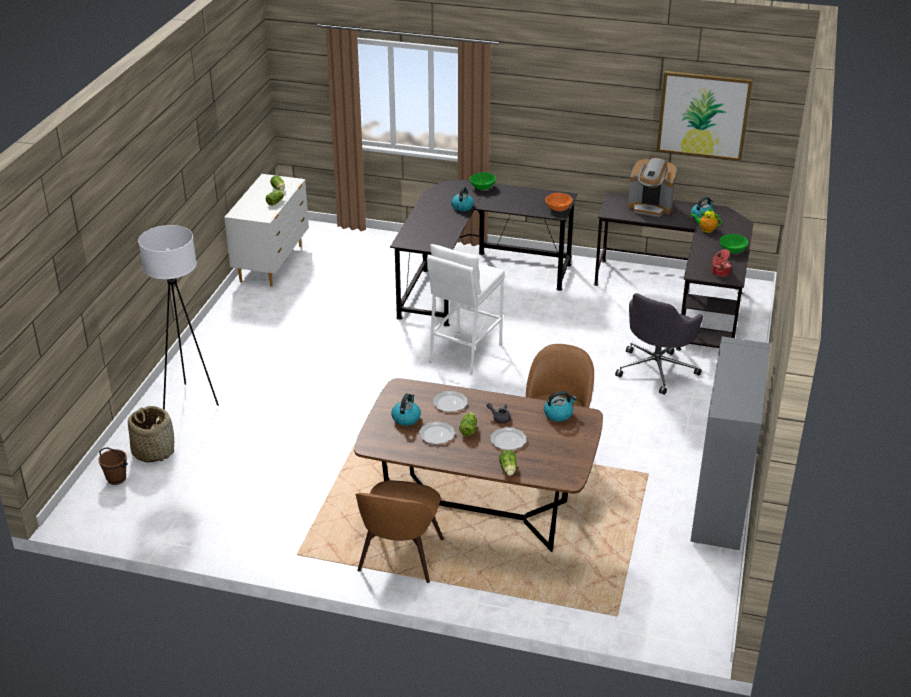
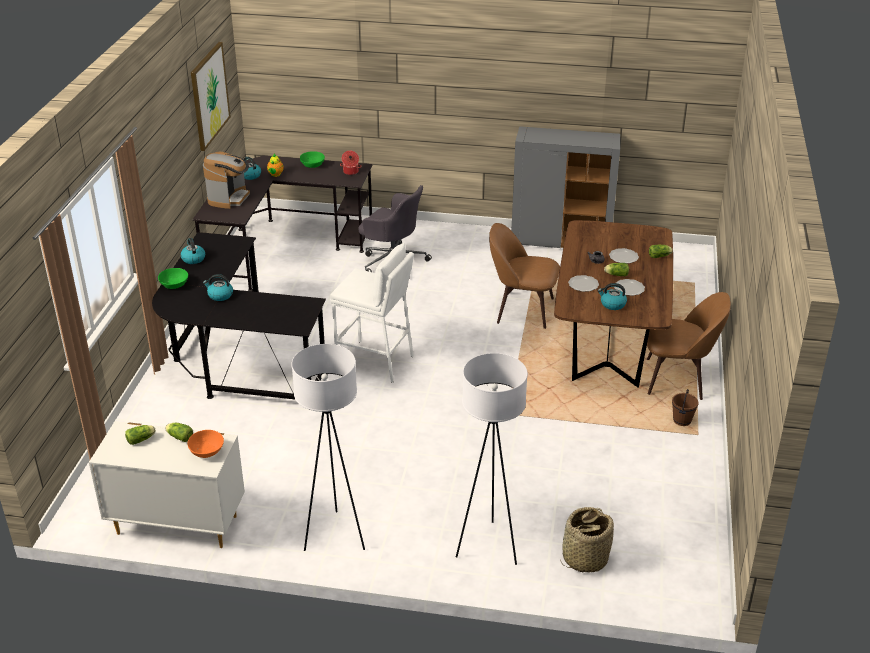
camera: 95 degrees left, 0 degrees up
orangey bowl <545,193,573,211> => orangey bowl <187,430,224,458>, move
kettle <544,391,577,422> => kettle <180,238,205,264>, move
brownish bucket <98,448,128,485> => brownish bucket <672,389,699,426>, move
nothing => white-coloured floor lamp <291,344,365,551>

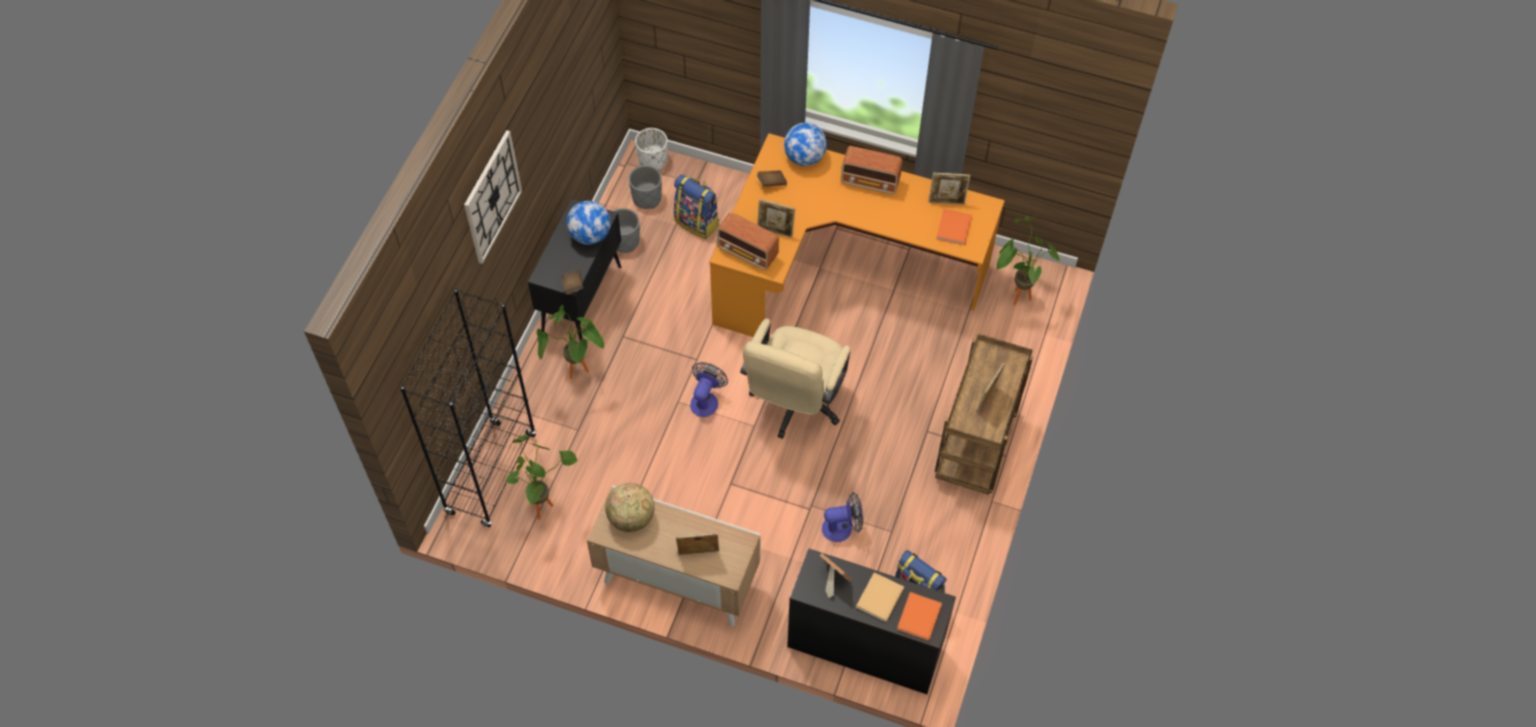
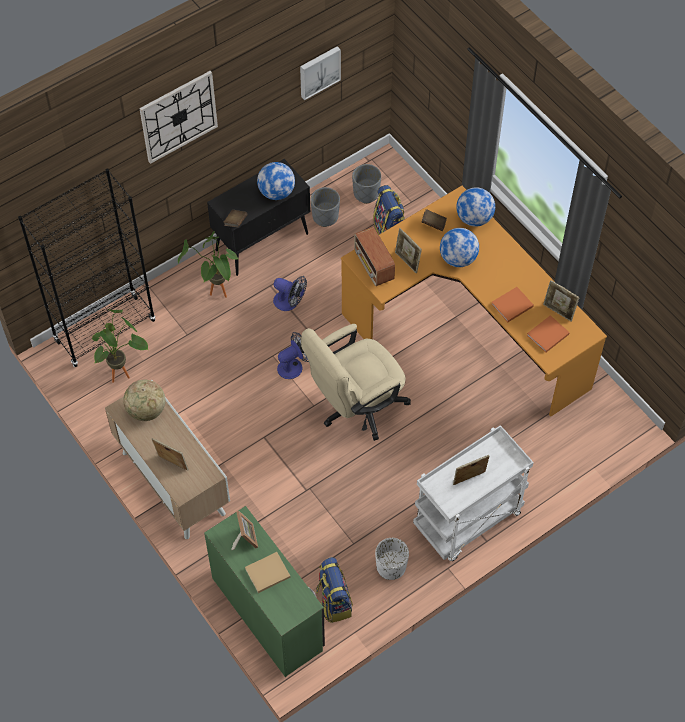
camera: 35 degrees right, 0 degrees up
white-coloured planter <635,128,668,170> => white-coloured planter <375,538,409,580>, move
radio <841,146,903,194> => nothing
potted plant <997,216,1060,305> => nothing
brownish wheeled cart <935,334,1033,495> => white-coloured wheeled cart <413,425,534,561>
cooling fan <822,492,863,542> => cooling fan <273,276,307,311>, move
blackish desk <787,548,956,694> => greenish desk <204,506,325,677>
orangey volume <897,592,942,641> => orangey volume <491,287,534,322>, move
nothing => wall picture <300,46,341,100>
nothing => desk globe <440,228,479,267>

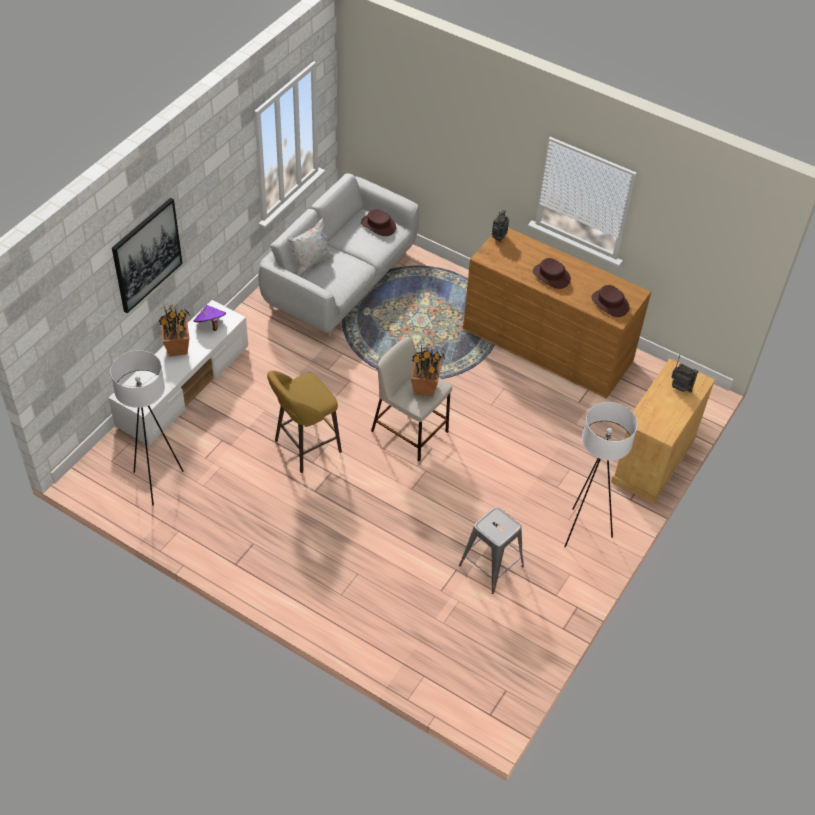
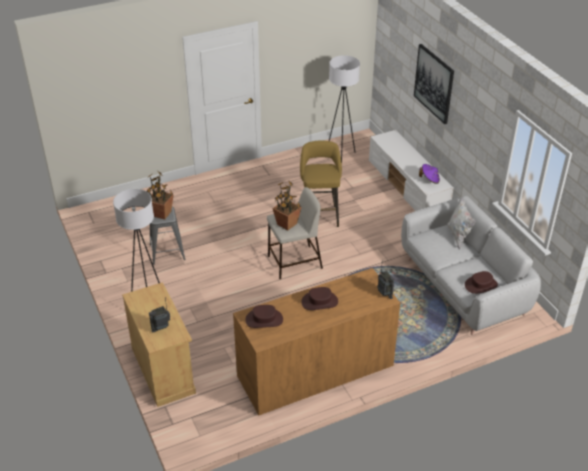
camera: 125 degrees right, 10 degrees down
potted plant <158,304,189,357> => potted plant <147,172,174,220>, move

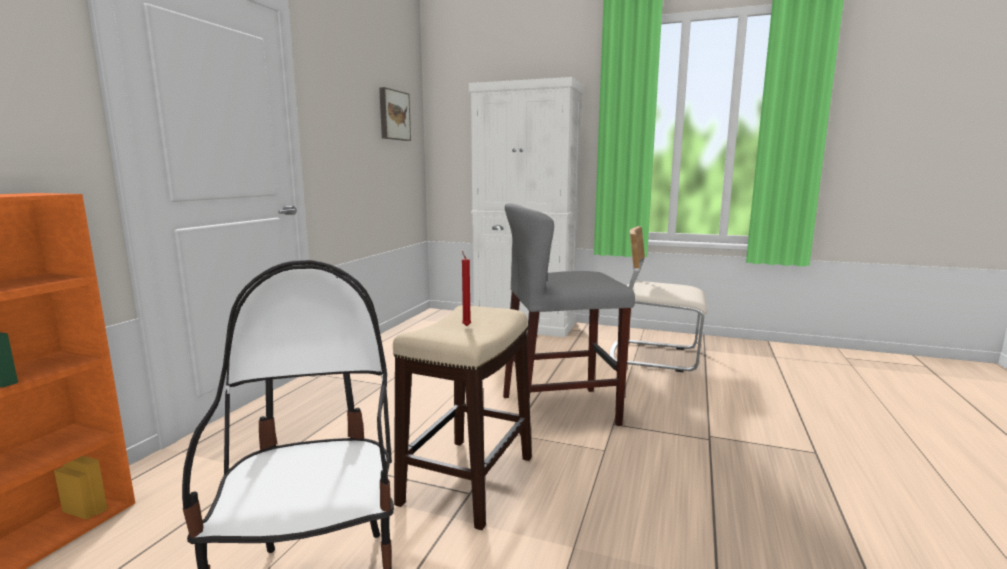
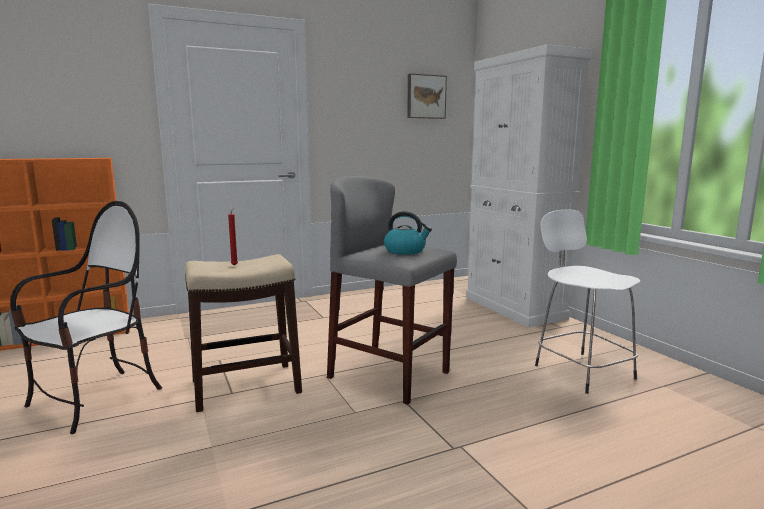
camera: 45 degrees right, 0 degrees up
sand-coloured plain chair <610,226,708,372> => white-coloured stool seat <535,210,640,394>
nothing => kettle <384,211,432,255>

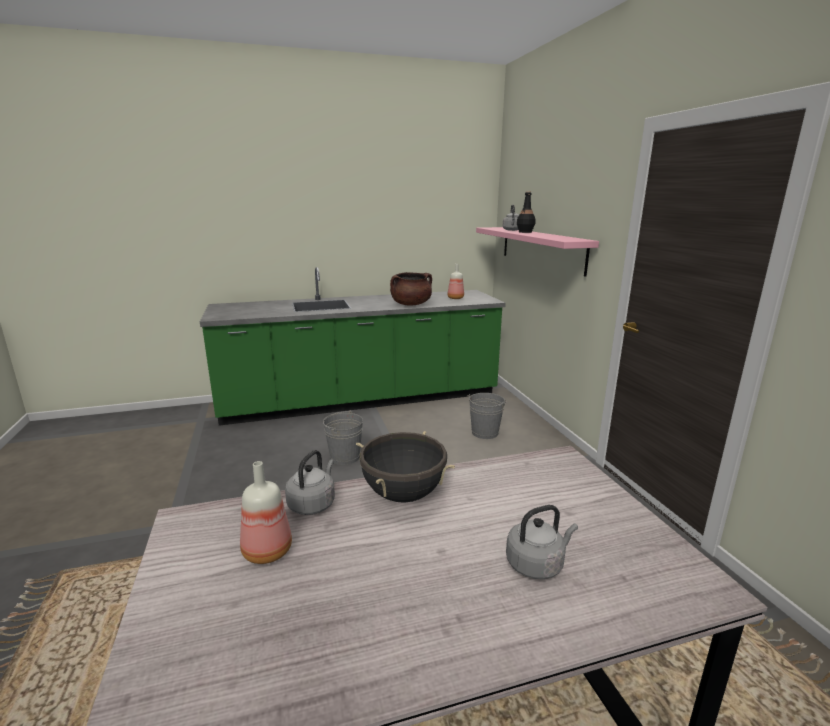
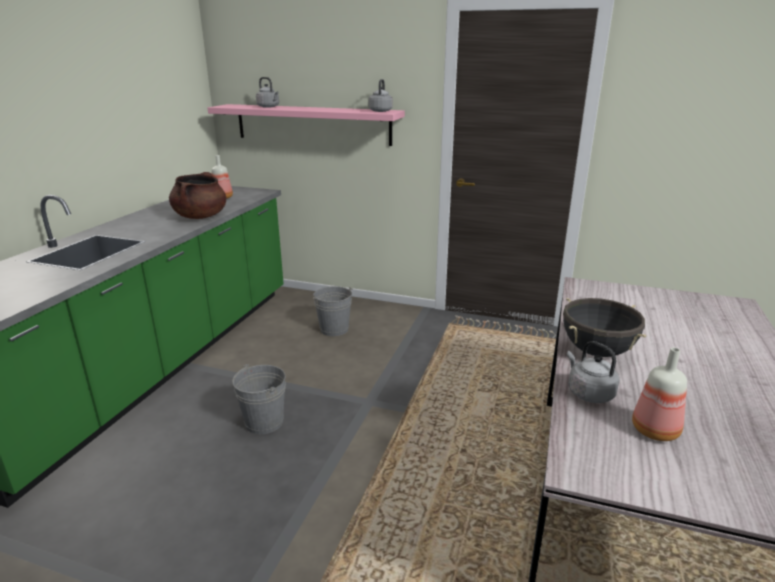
camera: 55 degrees left, 5 degrees up
blackish drink bottle <517,191,536,233> => nothing
grey kettle <506,505,578,579> => grey kettle <368,79,393,112>, move

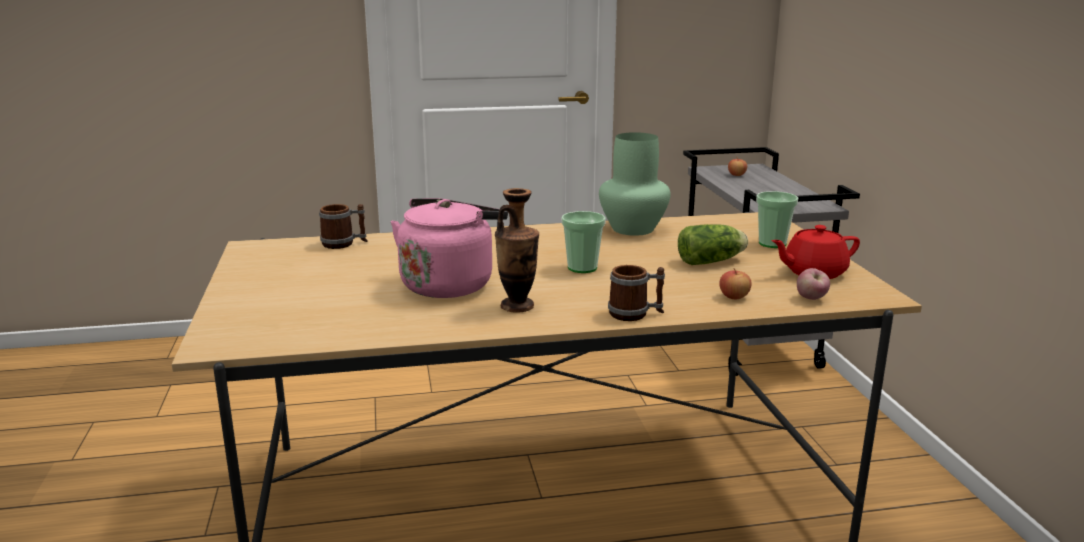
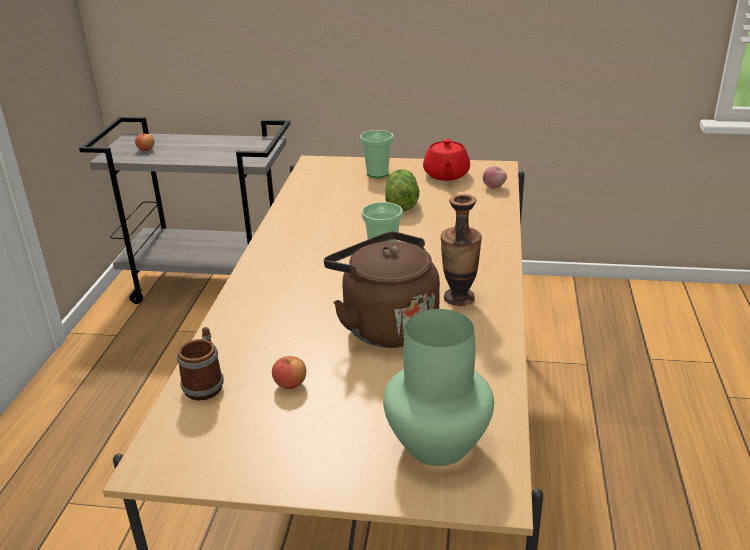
camera: 70 degrees left, 10 degrees up
greenish flower vase <599,132,671,236> => greenish flower vase <383,309,494,466>, move
pink-coloured kettle <391,198,508,298> => brownish kettle <324,232,440,348>
mug <608,265,665,321> => nothing
apple fruit <719,268,752,299> => apple fruit <272,356,306,389>, move

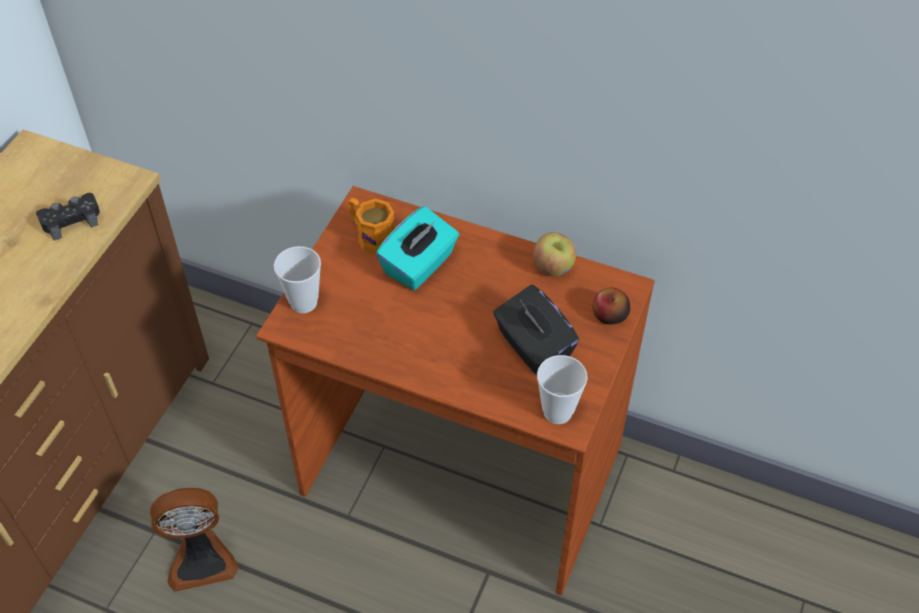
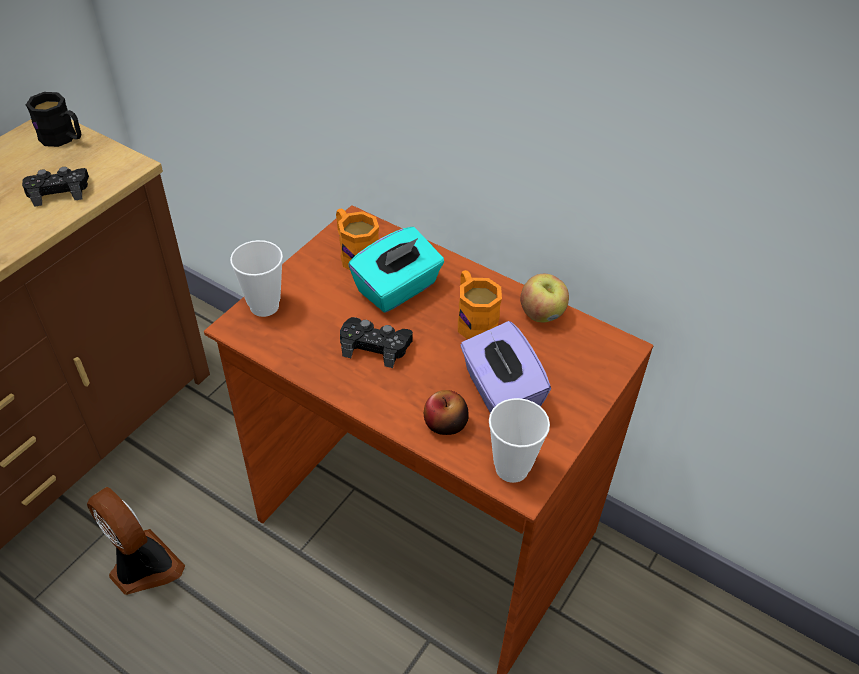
camera: 10 degrees right, 5 degrees down
blackish tissue holder <493,285,579,375> => purplish tissue holder <460,321,551,413>
apple fruit <593,288,630,325> => apple fruit <424,390,469,435>, move
cooling fan <150,488,238,592> => cooling fan <87,487,185,595>, 135 degrees counterclockwise
nothing => blackish mug <26,92,81,147>
nothing => orangey mug <458,270,502,339>
nothing => blackish gamepad <340,317,413,368>

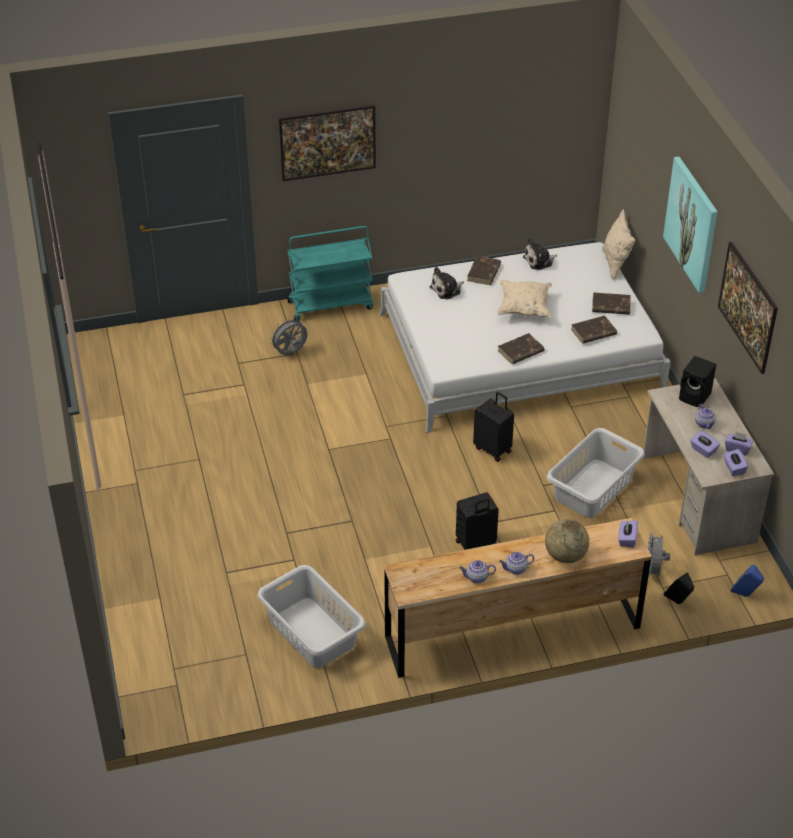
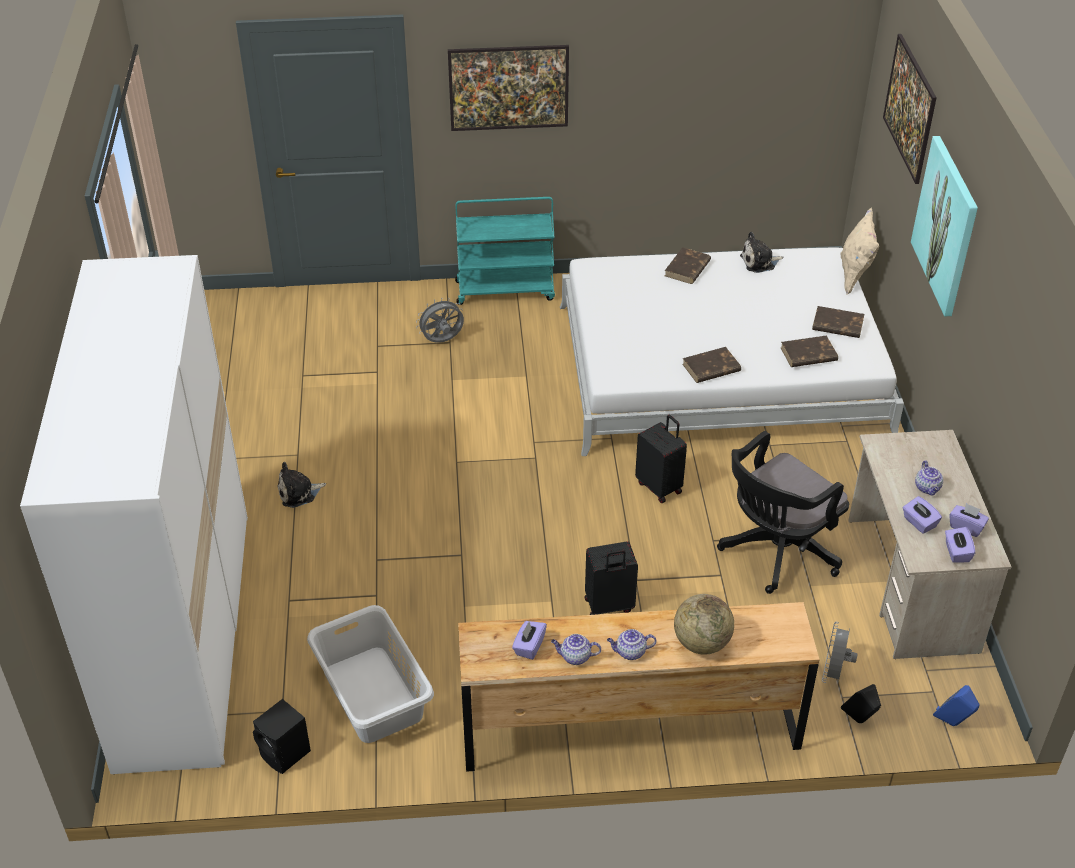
camera: 10 degrees right, 0 degrees up
wall picture <718,242,778,374> => wall picture <883,34,937,184>, move
cuddly toy <430,267,464,300> => cuddly toy <277,462,326,508>, move
sand-coloured throw pillow <497,280,552,317> => nothing
blackish loudspeaker <679,356,716,408> => blackish loudspeaker <253,699,311,774>, move
grey laundry basket <547,428,645,518> => blackish office chair <717,431,849,594>
purplish tissue holder <618,521,638,548> => purplish tissue holder <512,621,547,660>, move
nothing => white-coloured wardrobe <20,255,248,774>

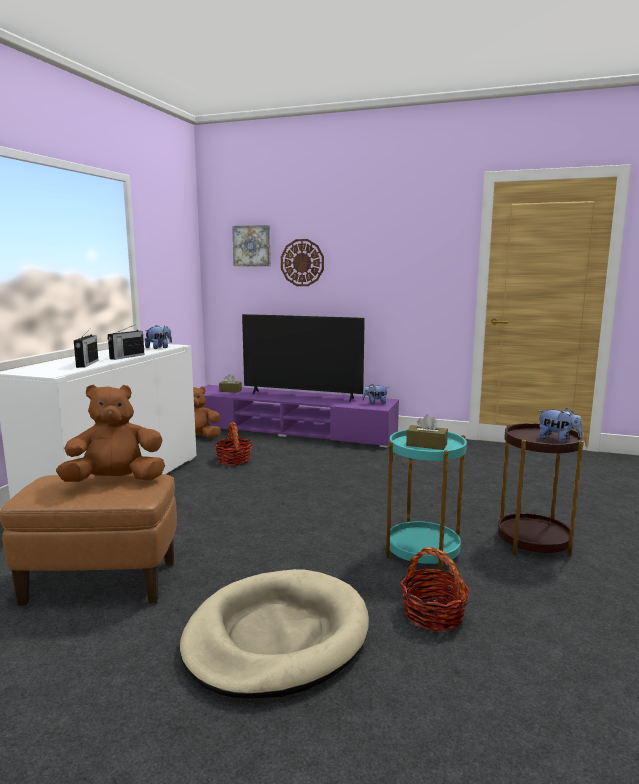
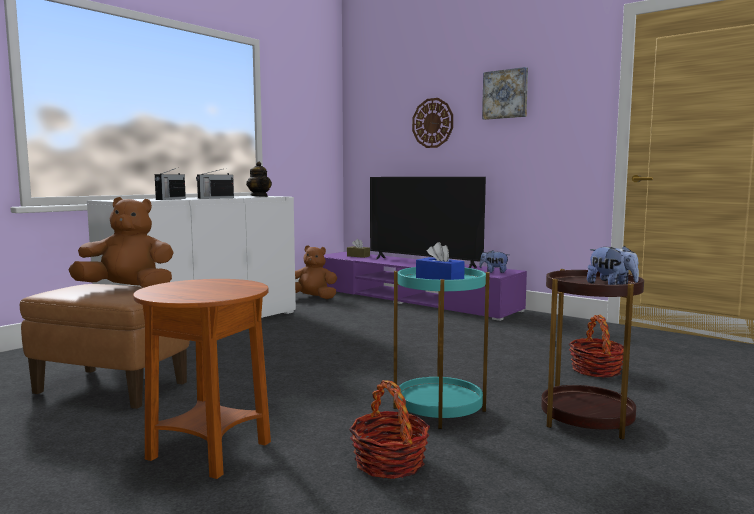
camera: 20 degrees right, 5 degrees down
wall picture <232,225,271,266> => wall picture <482,67,528,120>, move
cuddly toy <145,325,172,349> => tea pot <246,161,272,197>
brownish tissue holder <406,414,448,450> => blue tissue holder <416,242,465,280>
household basket <214,422,252,466> => household basket <569,315,624,378>, move
sand-coloured dog cushion <180,569,369,698> => brownish end table <133,279,271,479>

